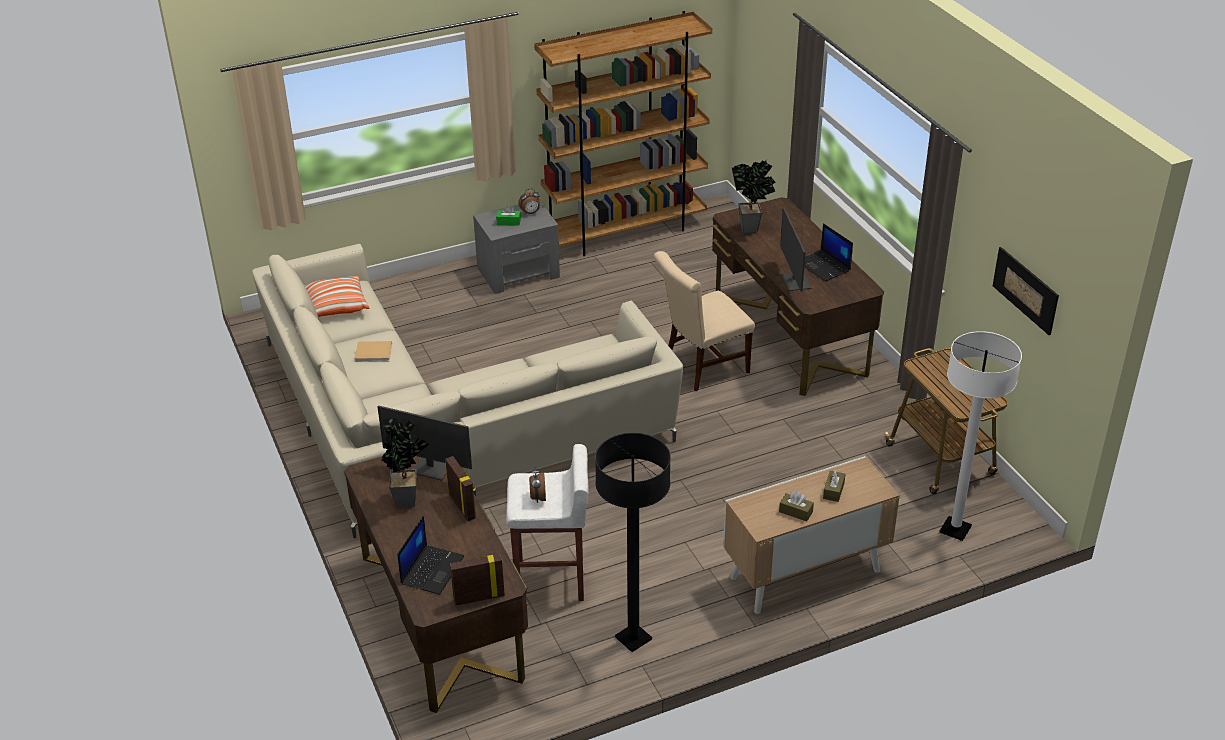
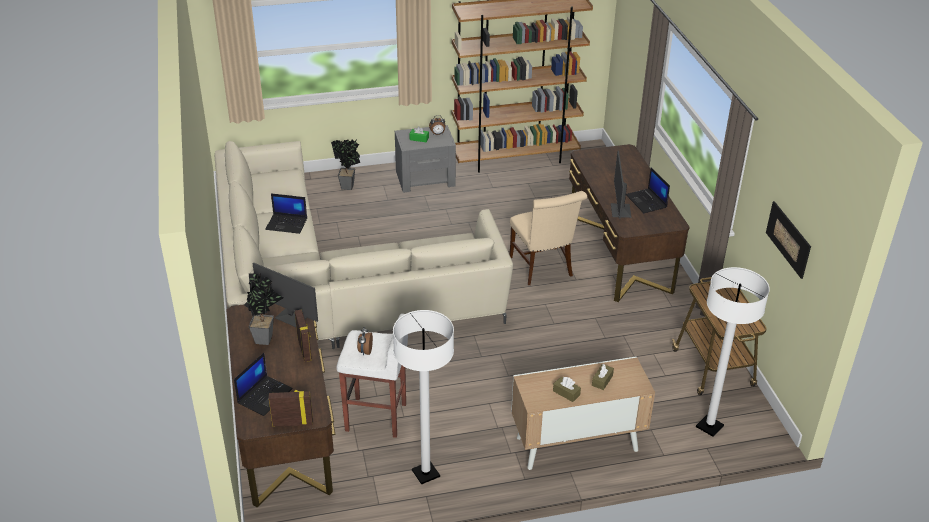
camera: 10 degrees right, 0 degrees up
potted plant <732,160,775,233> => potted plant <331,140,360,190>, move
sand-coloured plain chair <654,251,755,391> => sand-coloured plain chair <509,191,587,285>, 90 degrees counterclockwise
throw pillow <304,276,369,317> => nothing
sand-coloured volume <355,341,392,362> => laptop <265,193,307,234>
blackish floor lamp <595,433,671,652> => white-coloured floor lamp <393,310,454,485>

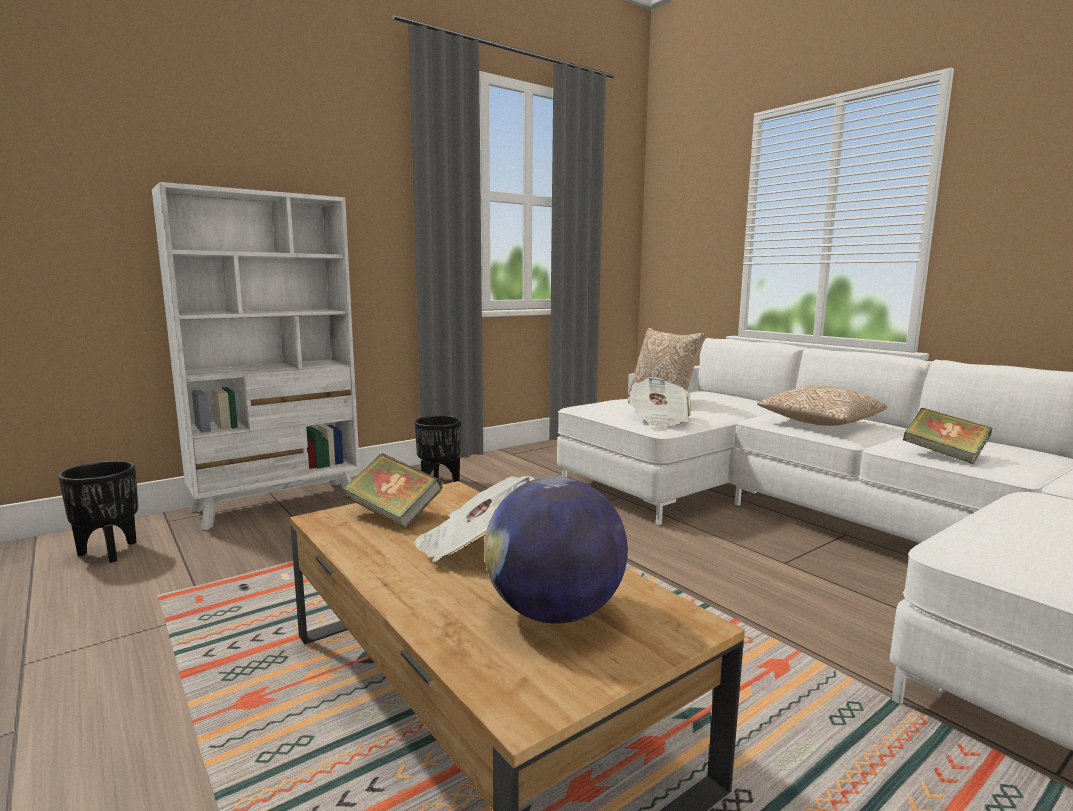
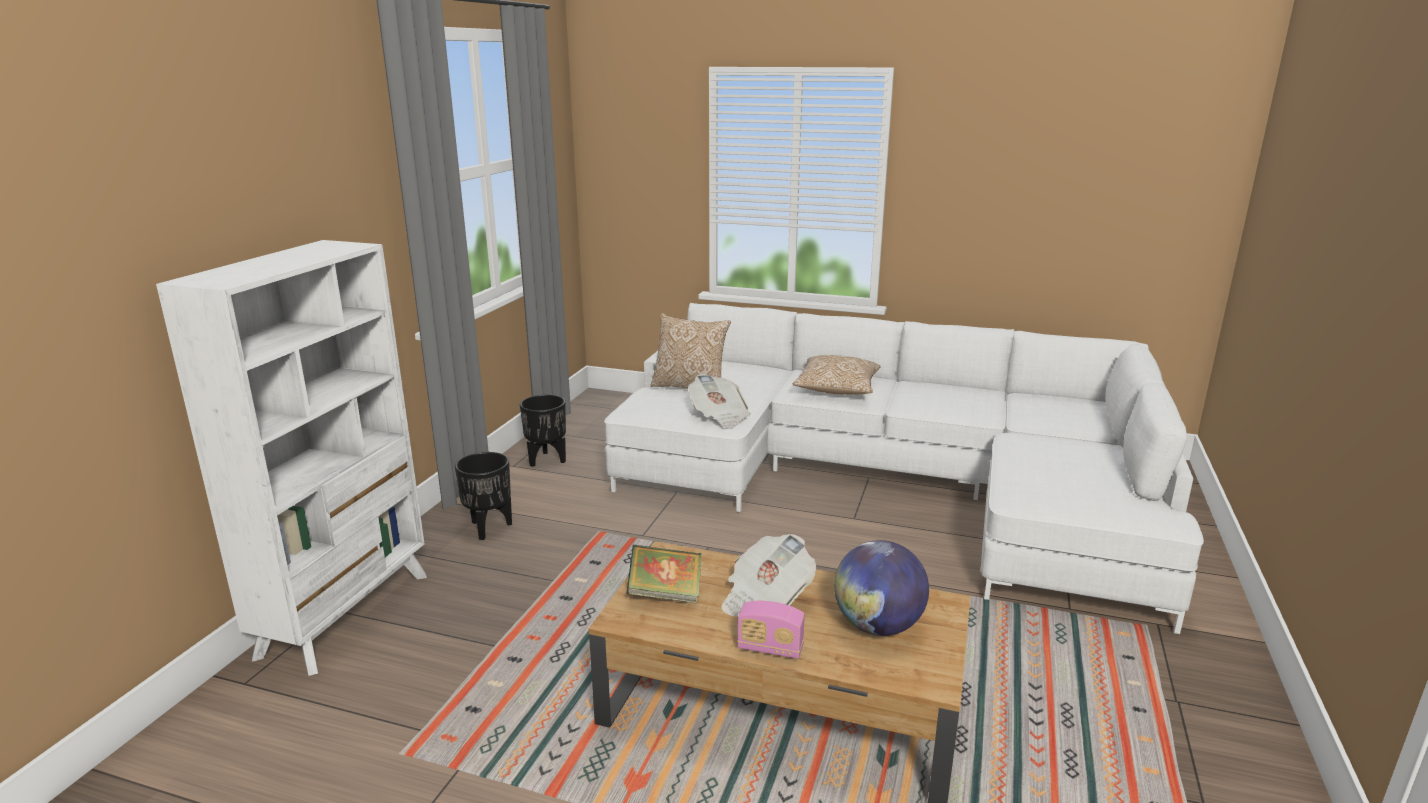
camera: 35 degrees left, 10 degrees up
volume <903,408,992,464> => nothing
blackish planter <58,461,138,563> => blackish planter <520,395,566,467>, move
nothing => radio <737,601,805,659>

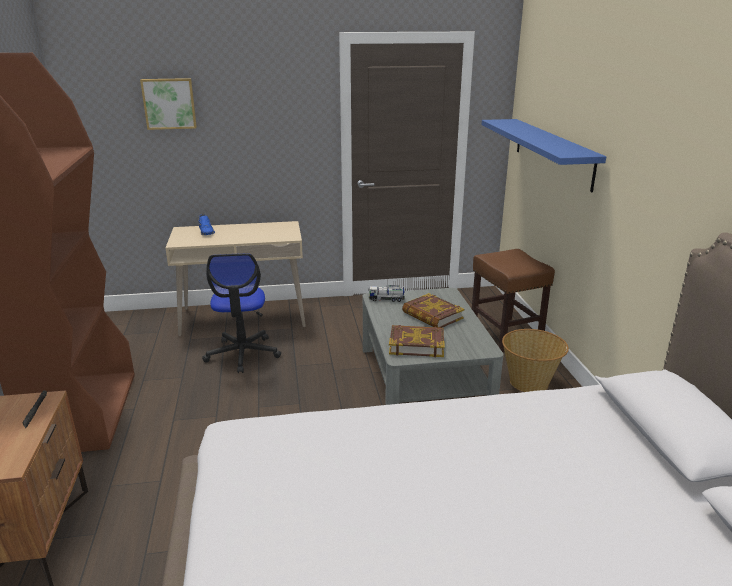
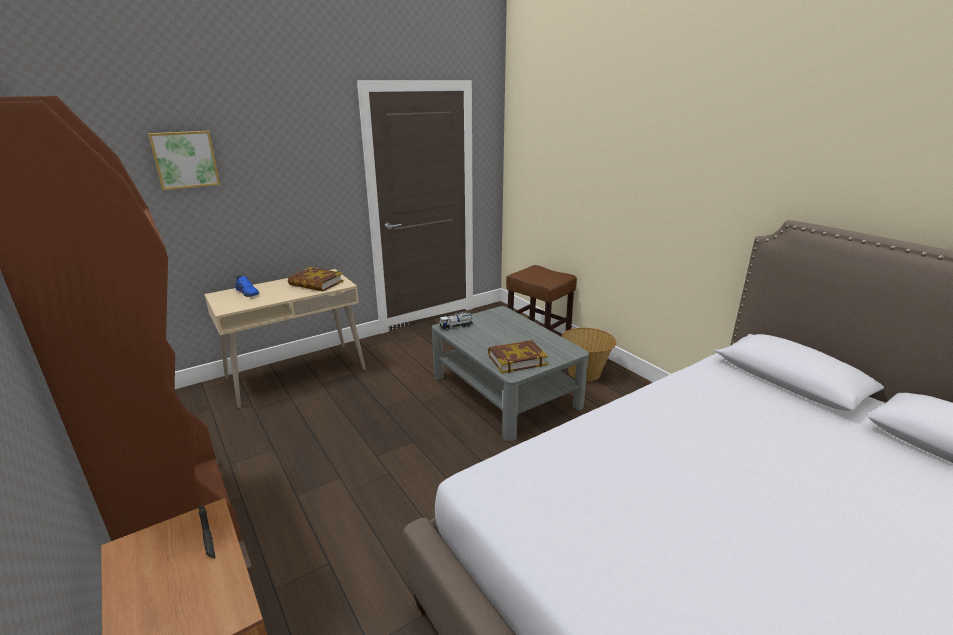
camera: 25 degrees left, 0 degrees up
blue wall shelf <482,119,606,192> => nothing
office chair <202,253,281,373> => nothing
volume <402,293,464,328> => volume <288,267,344,291>, move

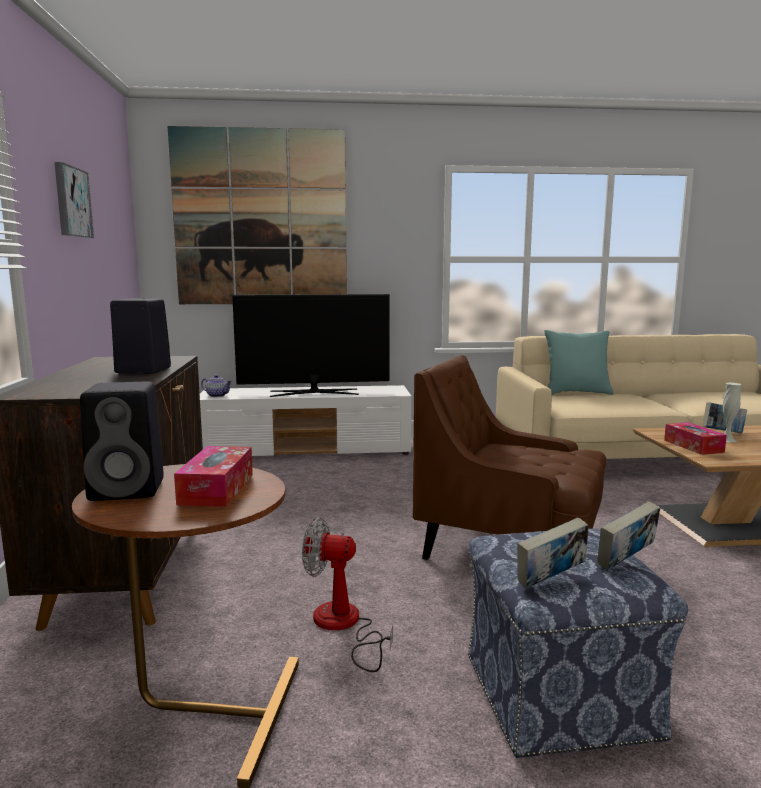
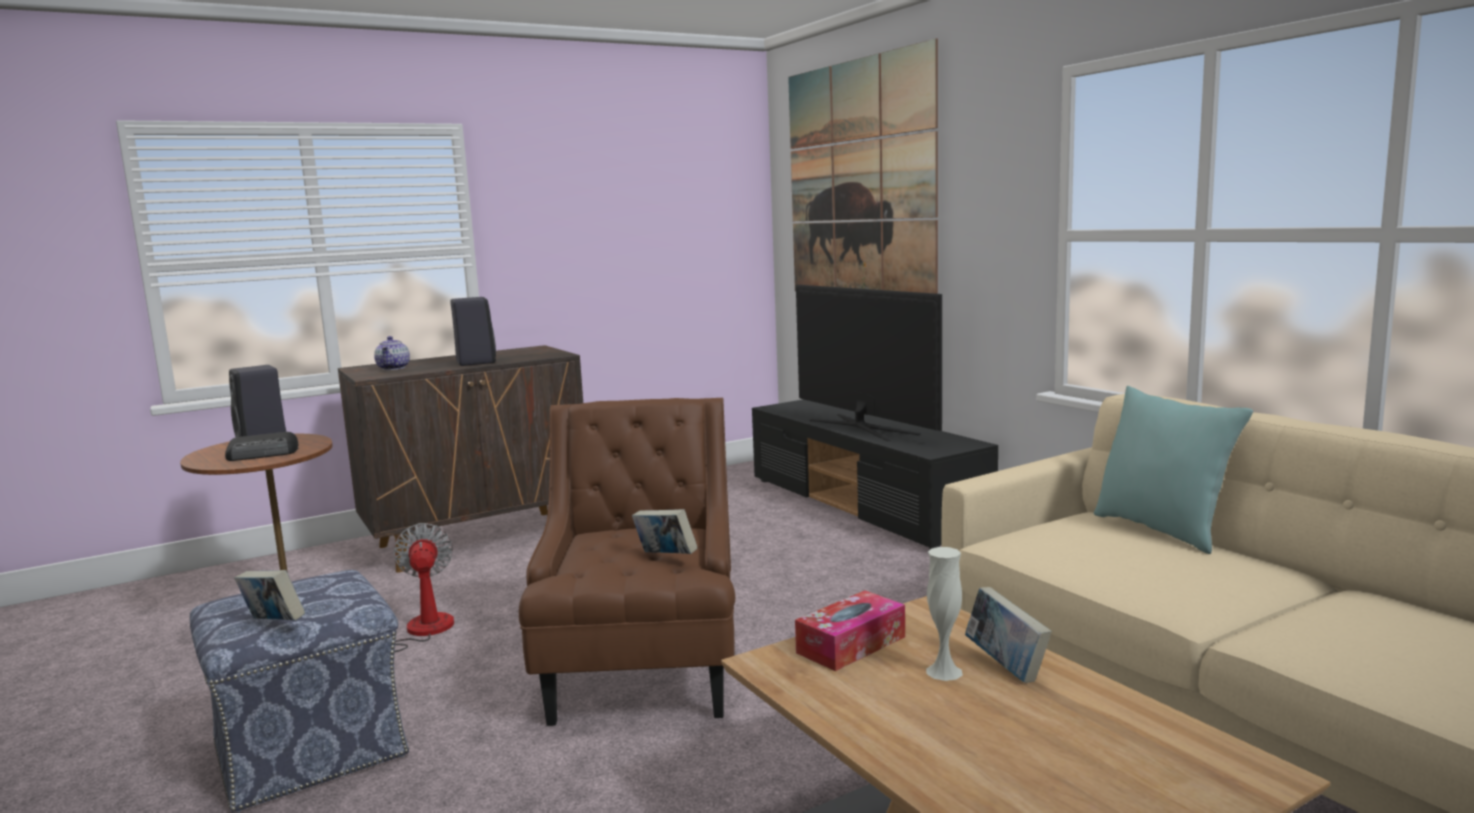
camera: 65 degrees right, 0 degrees up
wall picture <54,162,94,238> => nothing
tea pot <201,375,232,397> => tea pot <374,336,410,370>, move
white-coloured tv stand <200,385,412,456> => blackish tv stand <752,399,998,550>
tissue holder <174,446,253,507> => radio <225,432,298,461>
volume <517,517,589,588> => volume <632,509,698,554>, move

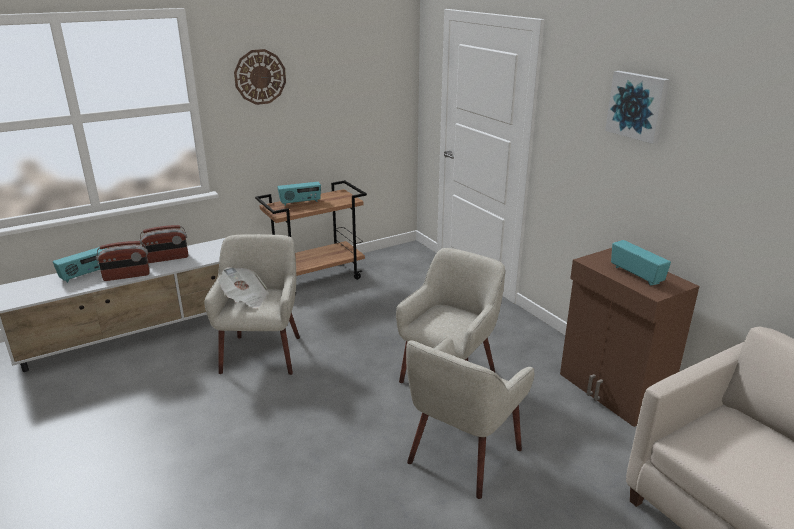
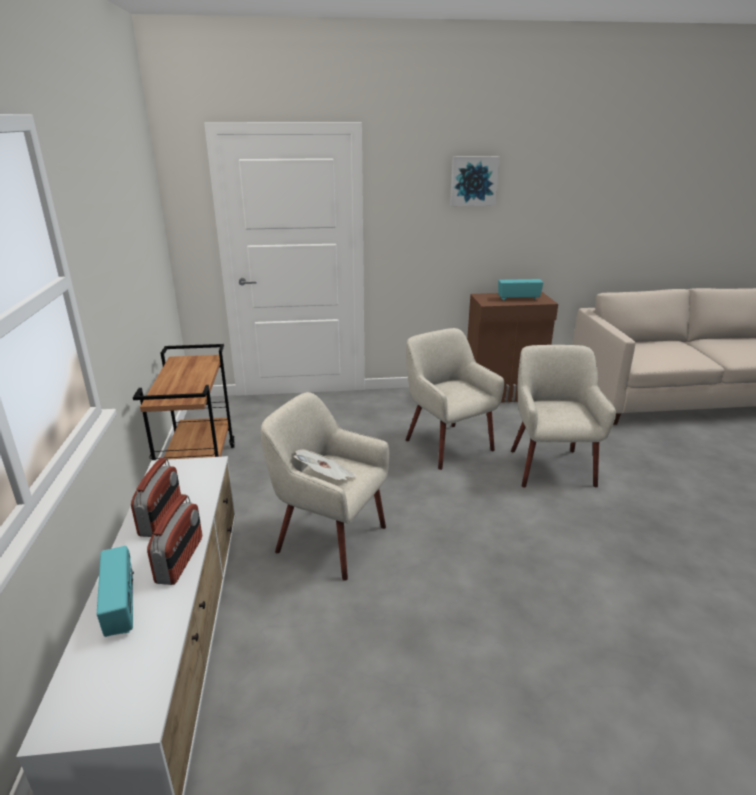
camera: 65 degrees left, 0 degrees up
wall clock <234,49,286,105> => nothing
radio <277,182,321,206> => nothing
sand-coloured armchair <406,337,534,499> => sand-coloured armchair <511,345,616,487>, 150 degrees counterclockwise

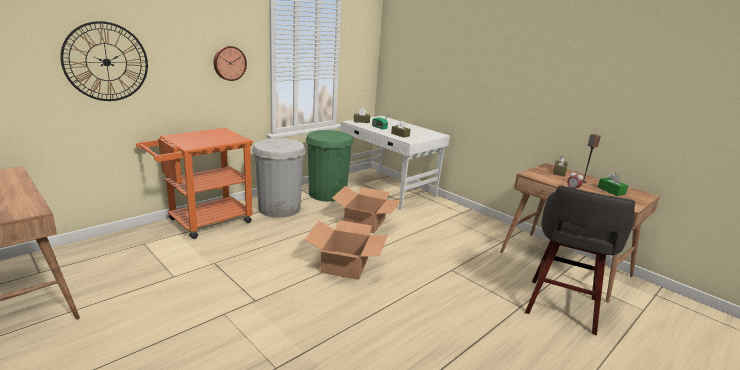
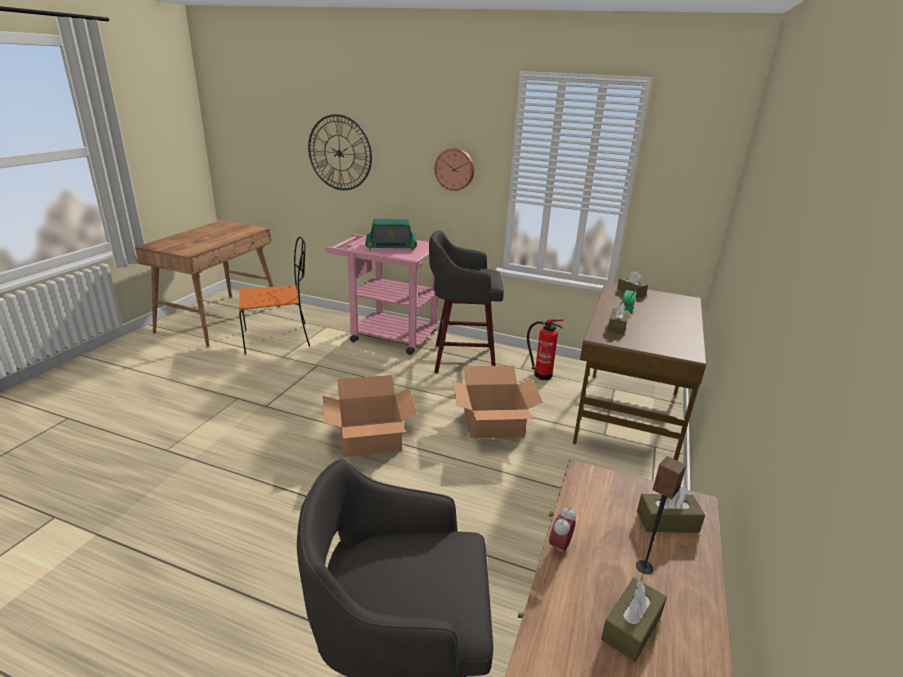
camera: 65 degrees right, 5 degrees up
white-coloured desk <340,116,449,210> => brownish desk <573,283,706,461>
orangey wheeled cart <136,128,253,239> => pink-coloured wheeled cart <325,234,439,355>
greenish waste bin <306,130,354,202> => extinguisher <527,319,564,380>
white-coloured waste bin <252,138,306,218> => grey stool seat <429,230,504,373>
greenish tissue holder <598,173,628,196> => brownish tissue holder <601,578,667,662>
nothing => radio <365,219,417,250>
nothing => orangey plain chair <239,237,310,355>

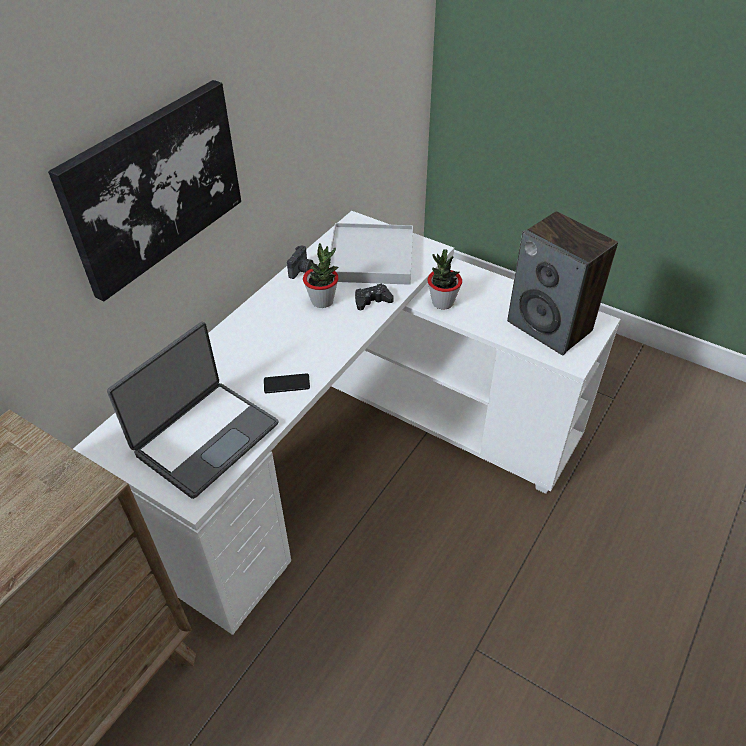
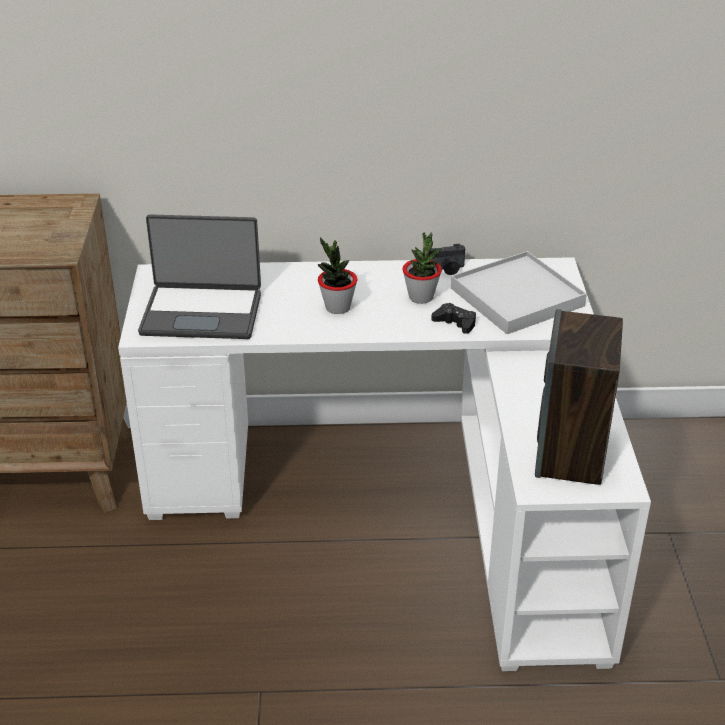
camera: 55 degrees right, 10 degrees down
wall picture <48,80,241,302> => nothing
potted plant <427,249,462,310> => potted plant <318,237,358,314>, move
phone <264,373,310,393> => nothing

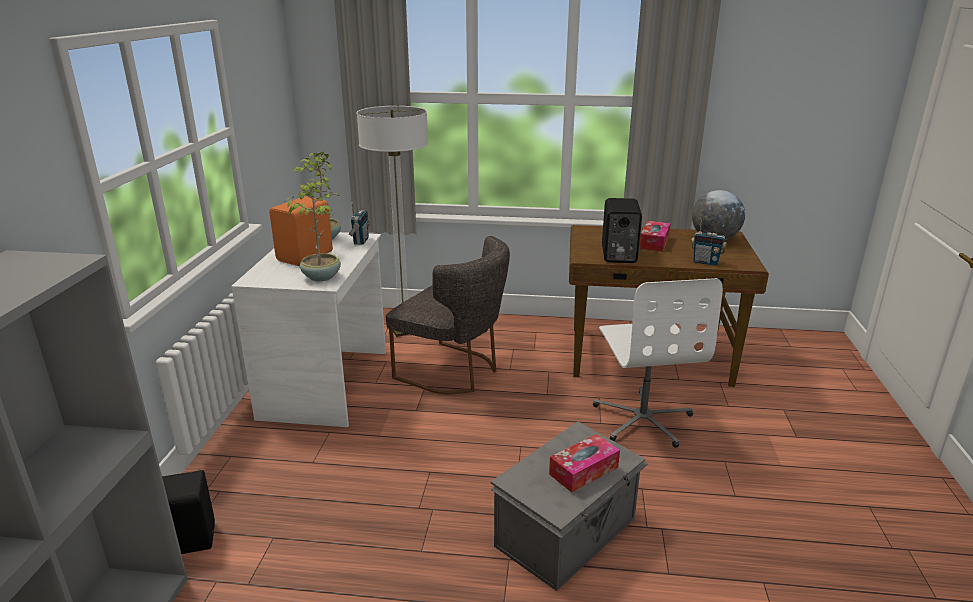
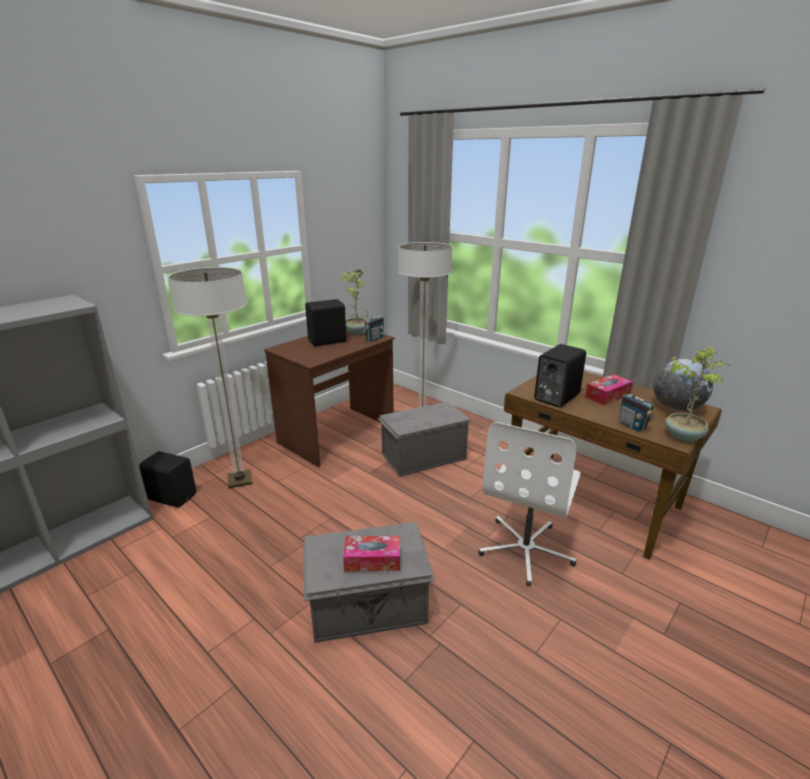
camera: 35 degrees right, 0 degrees up
potted plant <285,179,341,282> => potted plant <665,346,730,442>, move
orangey loudspeaker <269,196,333,266> => blackish loudspeaker <305,299,348,346>
white-coloured desk <231,232,386,427> => brownish desk <264,330,395,467>
grey plain chair <385,236,510,395> => grey storage container <377,402,471,477>
nothing => floor lamp <167,267,253,489>

